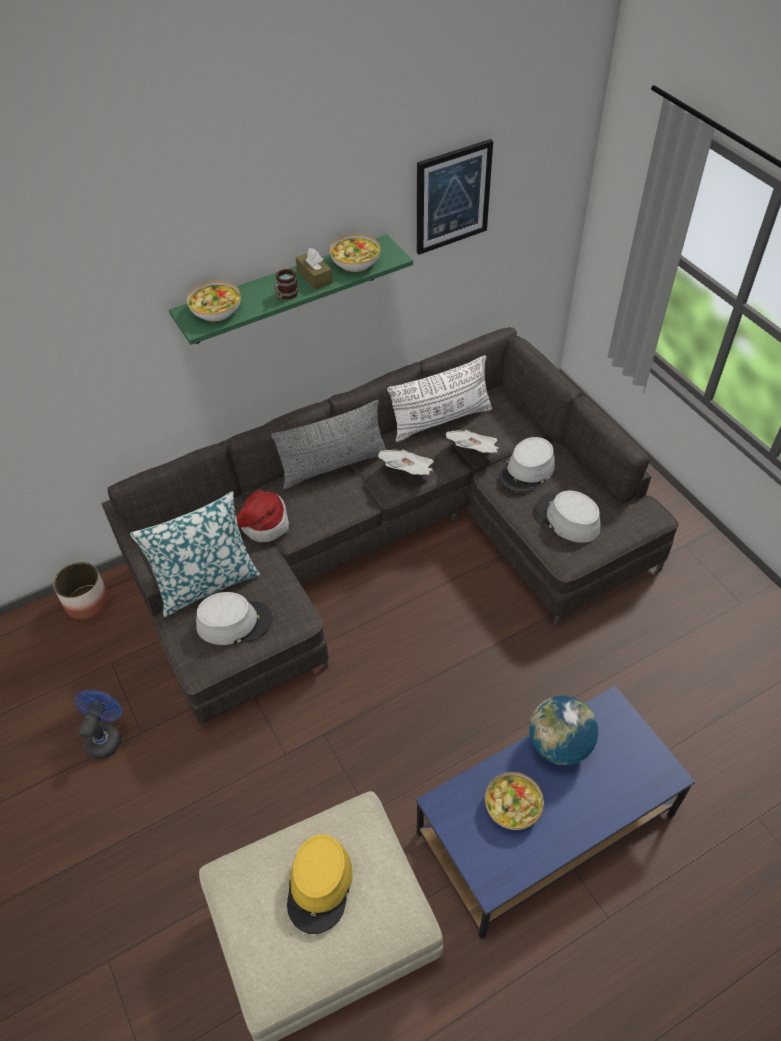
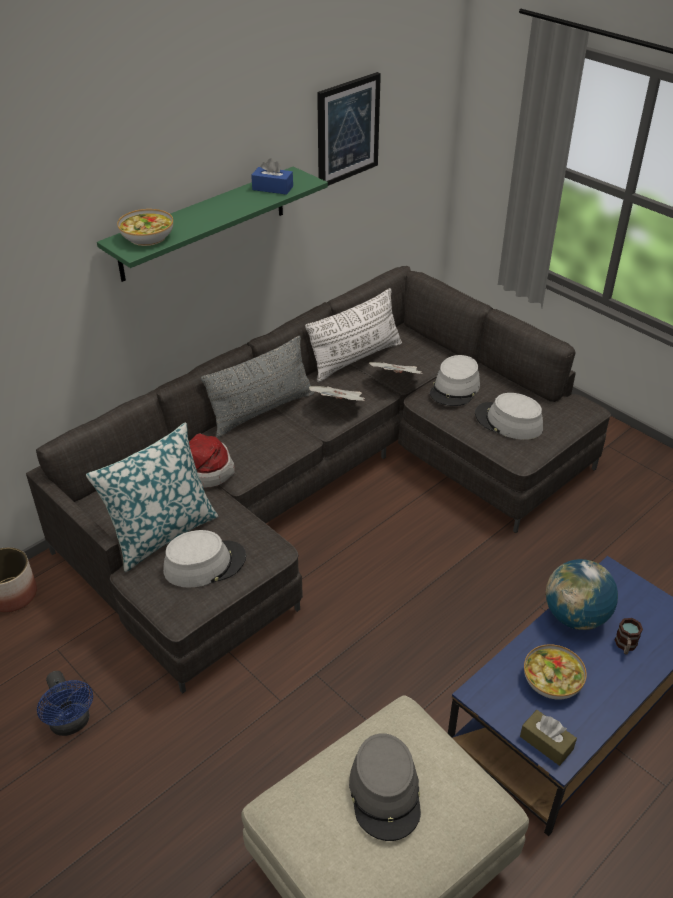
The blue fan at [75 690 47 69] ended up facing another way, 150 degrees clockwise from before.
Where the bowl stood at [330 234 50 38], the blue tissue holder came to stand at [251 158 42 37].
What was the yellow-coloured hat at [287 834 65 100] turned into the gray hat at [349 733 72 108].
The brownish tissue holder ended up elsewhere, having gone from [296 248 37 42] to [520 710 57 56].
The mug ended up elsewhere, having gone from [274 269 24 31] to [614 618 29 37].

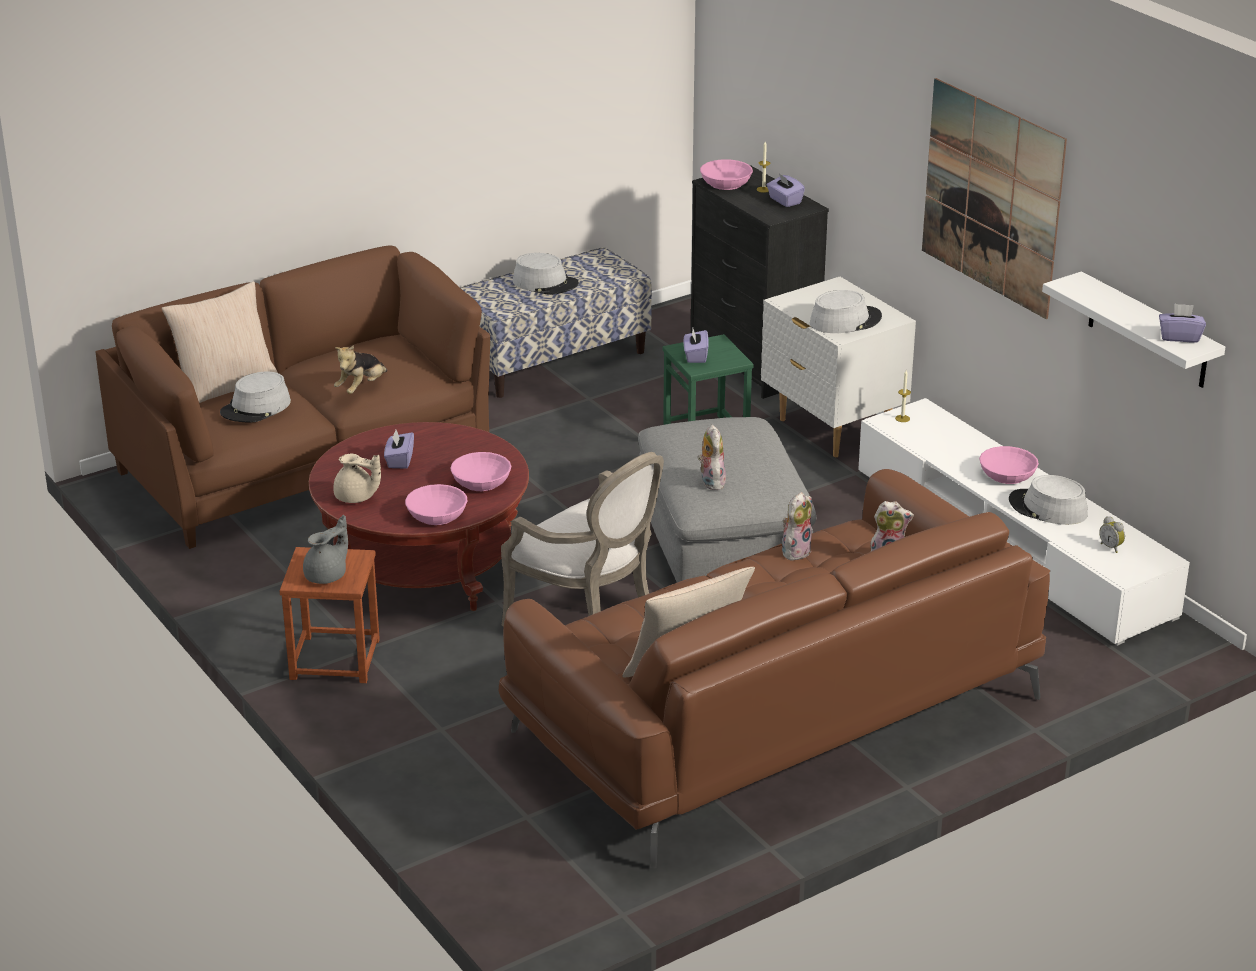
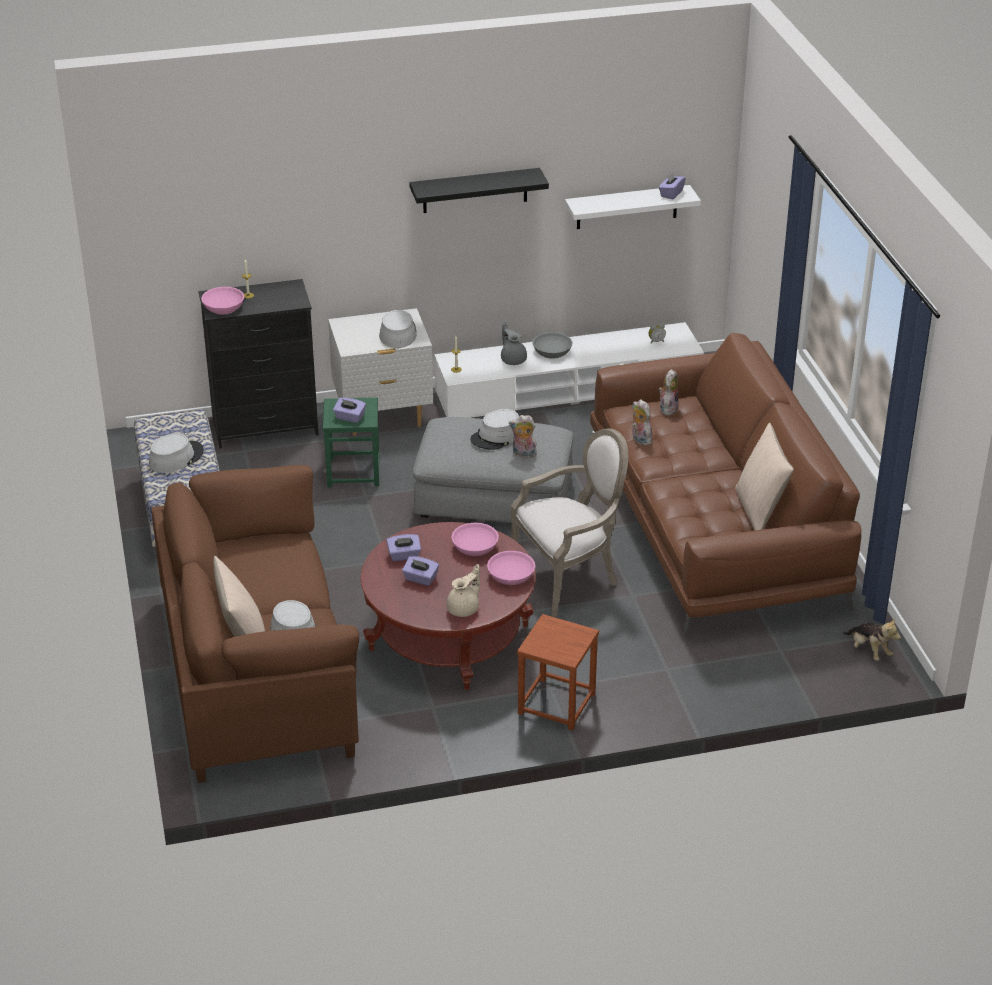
The purple tissue holder ended up elsewhere, having gone from [767 173 38 34] to [386 534 35 27].
Where the wall picture hung at [922 78 145 241], the black bracket shelf came to hang at [409 168 140 45].
The gray hat ended up elsewhere, having gone from [1009 475 79 50] to [470 409 49 41].
The gray pot for tea ended up elsewhere, having gone from [303 515 45 69] to [501 321 26 44].
What was the pink-coloured bowl at [979 446 60 38] turned into the gray bowl at [532 332 40 27].
The plush toy ended up elsewhere, having gone from [334 345 54 49] to [843 618 58 43].

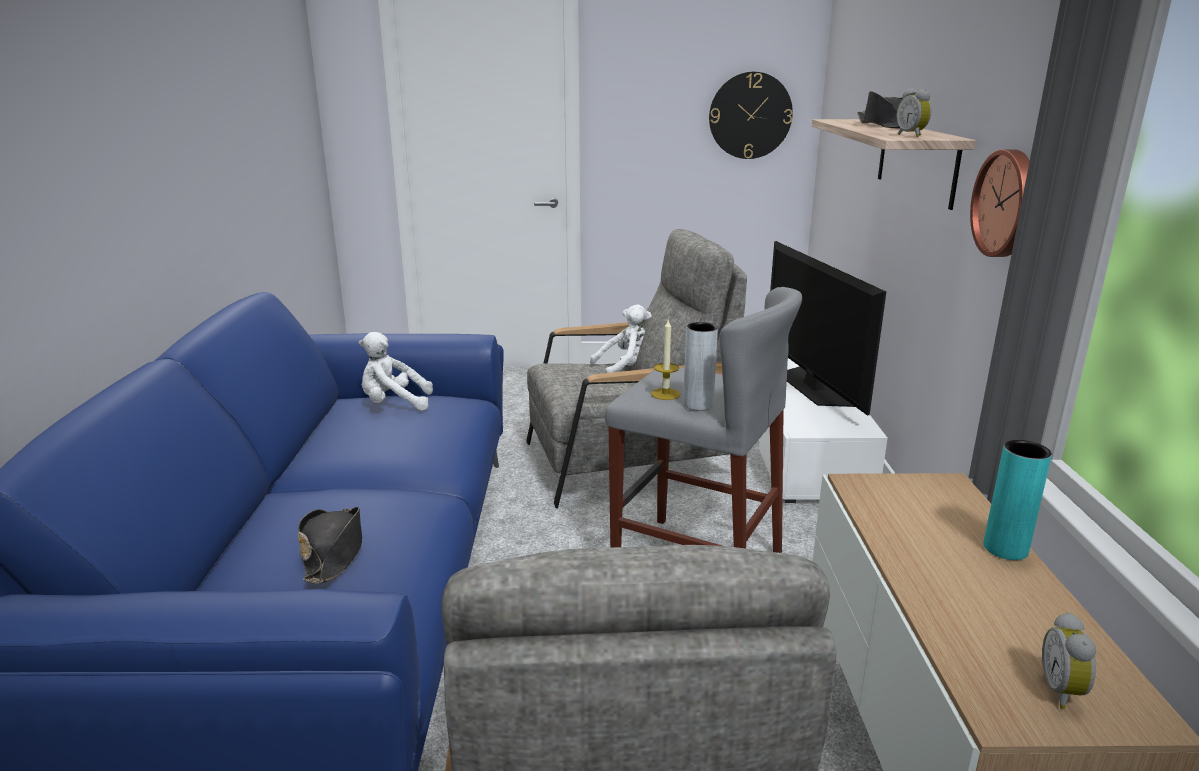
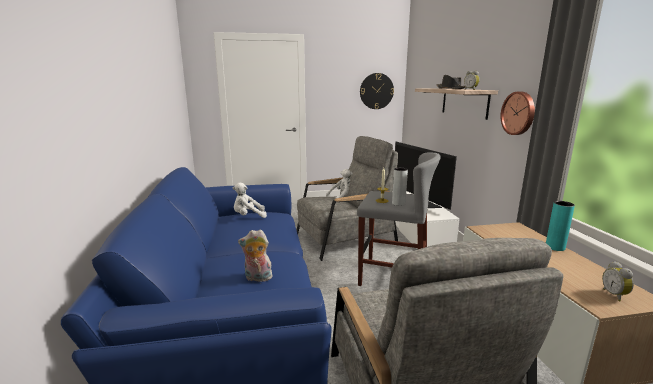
Where the black hat stood at [298 507 64 76], the plush toy came to stand at [238 230 35 52].

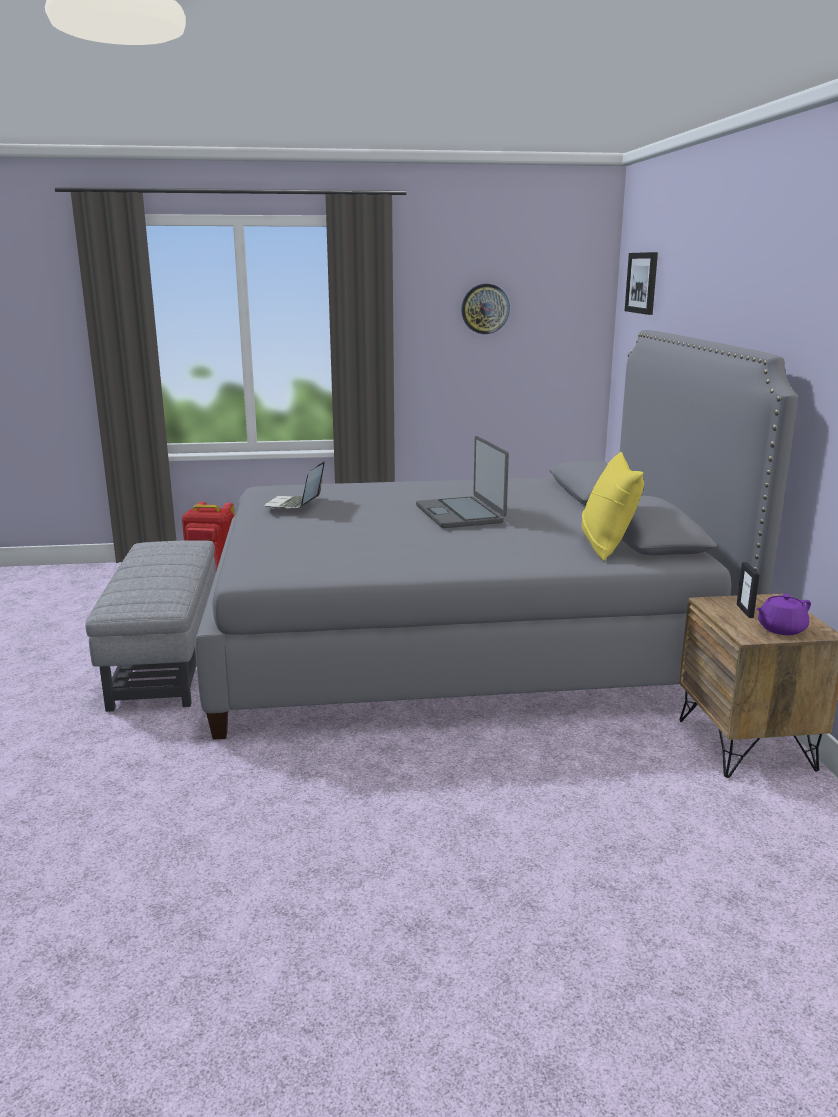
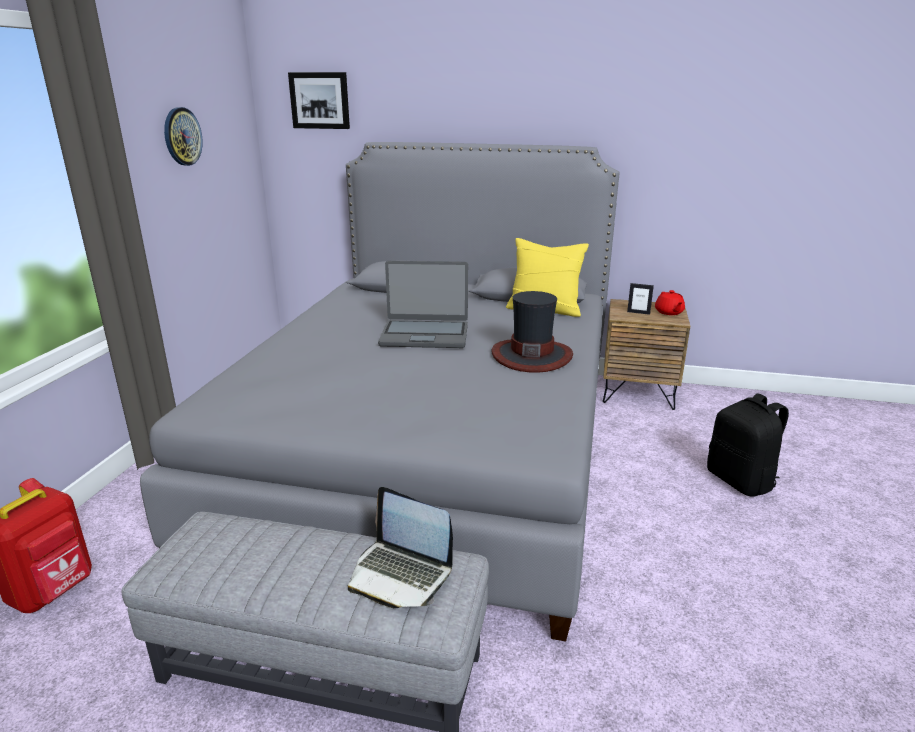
The notebook computer ended up elsewhere, having gone from [265 461 60 48] to [348 487 105 121].
The second view gained the hat at [492 291 81 82].
What was the purple pot for tea at [756 594 55 41] turned into the reddish pot for tea at [655 290 30 25].
The second view gained the black backpack at [707 393 82 104].

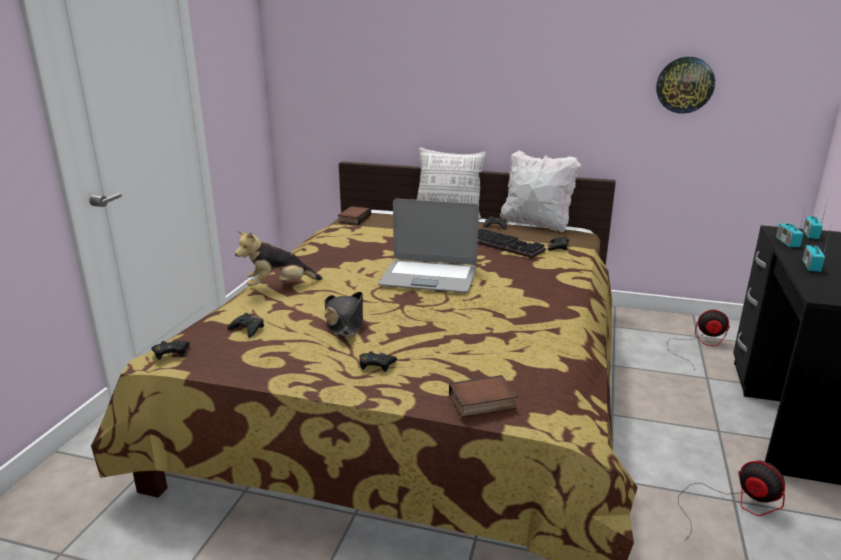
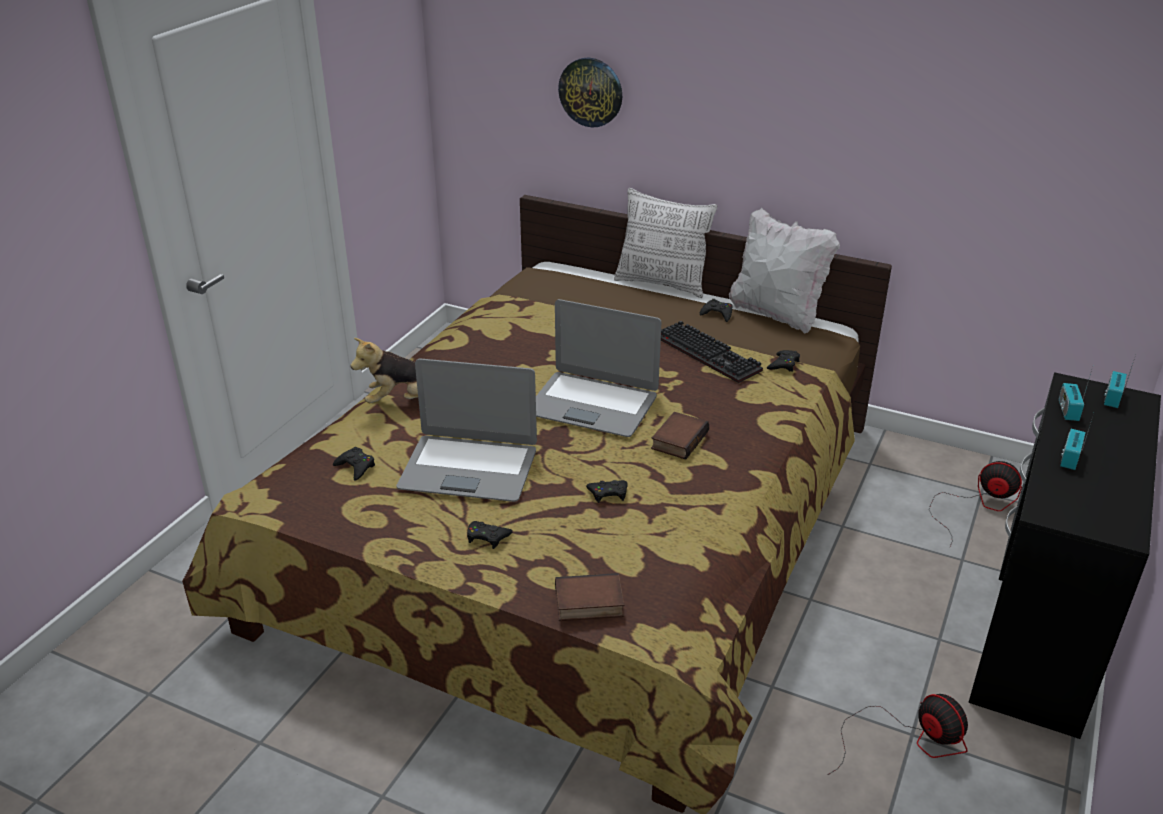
Where the black hat stood at [325 292 38 45], the notebook computer came to stand at [396 359 141 143].
The clock on the wall ended up elsewhere, having gone from [656 57 59 57] to [558 58 64 70].
The black gamepad ended up elsewhere, having gone from [151 340 39 20] to [586 480 42 23].
The volume ended up elsewhere, having gone from [338 206 33 19] to [651 412 58 48].

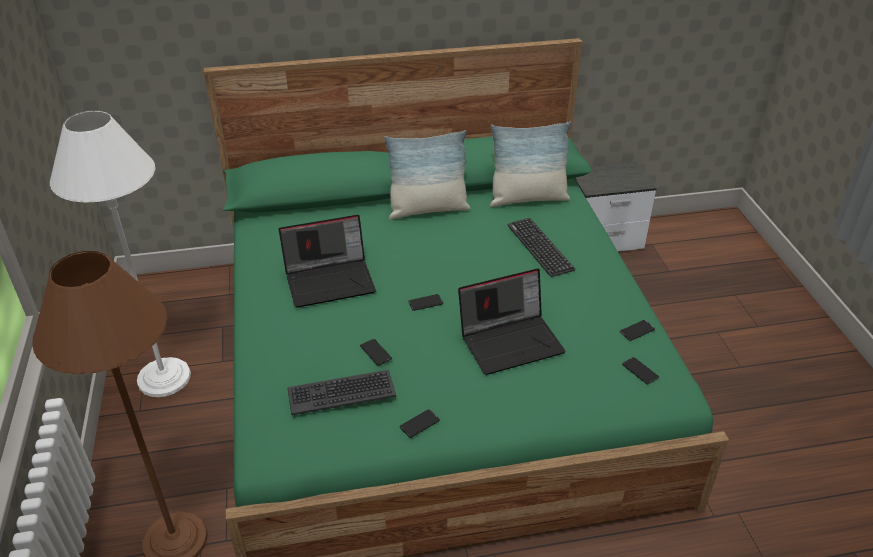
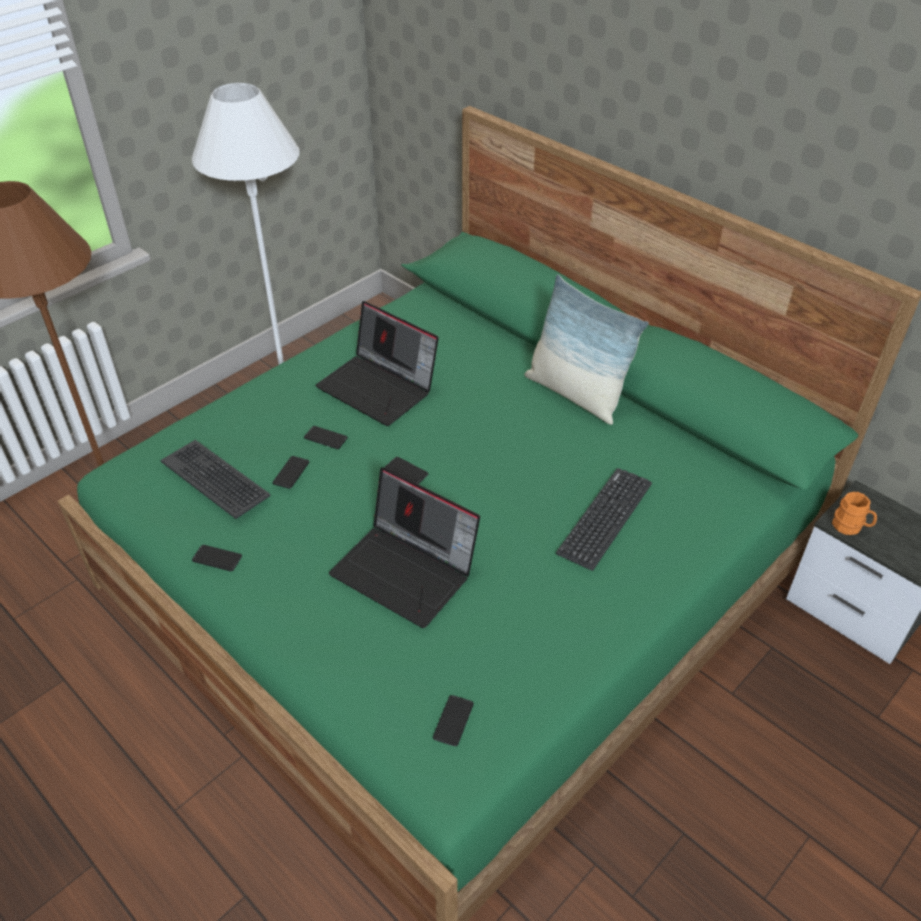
The handset ended up elsewhere, having gone from [620 320 35 21] to [304 426 44 23].
The second view gained the orangey mug at [832 492 45 43].
The second view lost the cushion at [490 122 81 85].

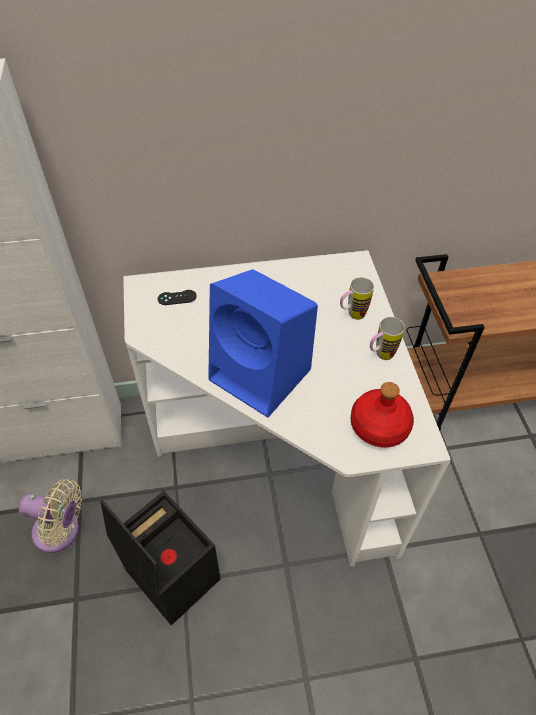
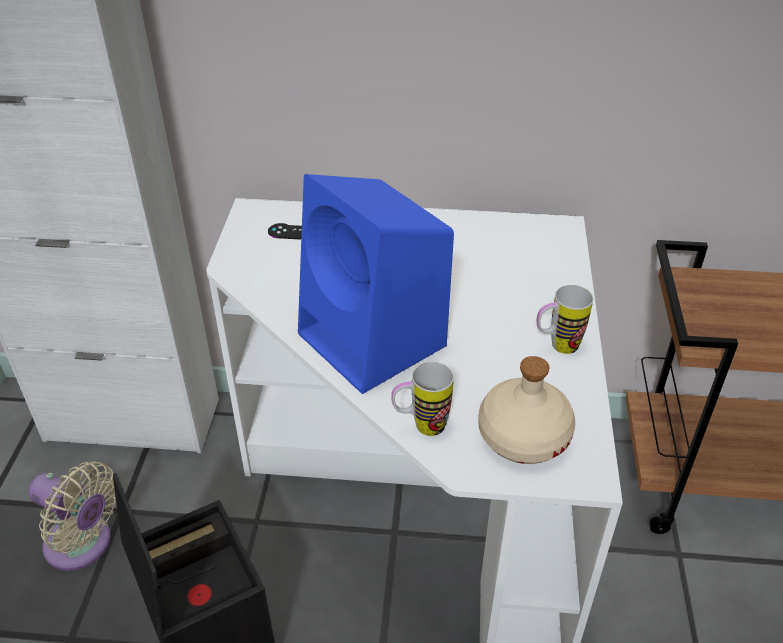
The mug ended up elsewhere, having gone from [340 277 34 43] to [391 362 63 74].
What was the reddish bottle at [351 382 63 65] turned into the sand-coloured bottle at [478 356 97 108].

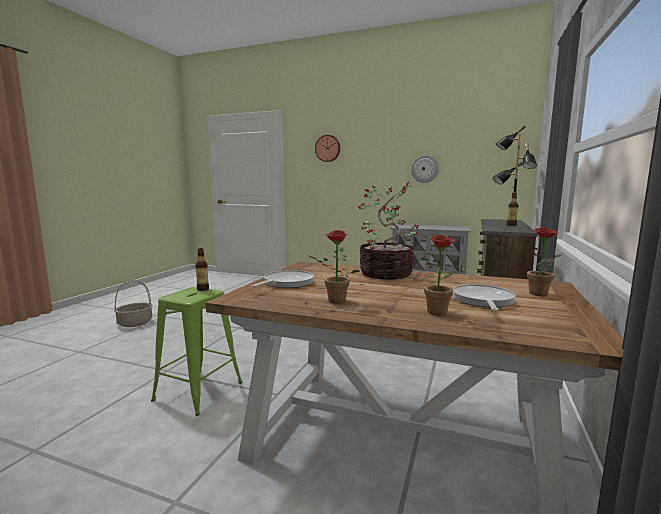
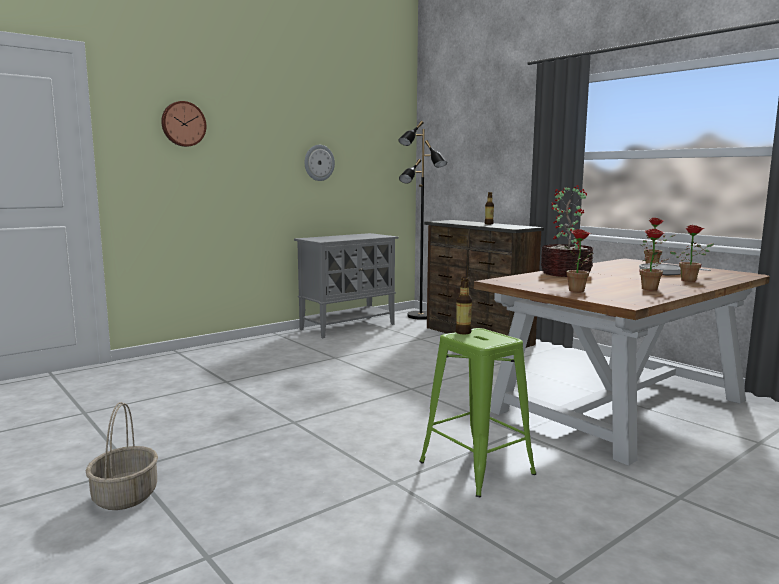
Where the skillet stood at [251 270 63 18], the plant in a pot came to stand at [565 229 29 63].

